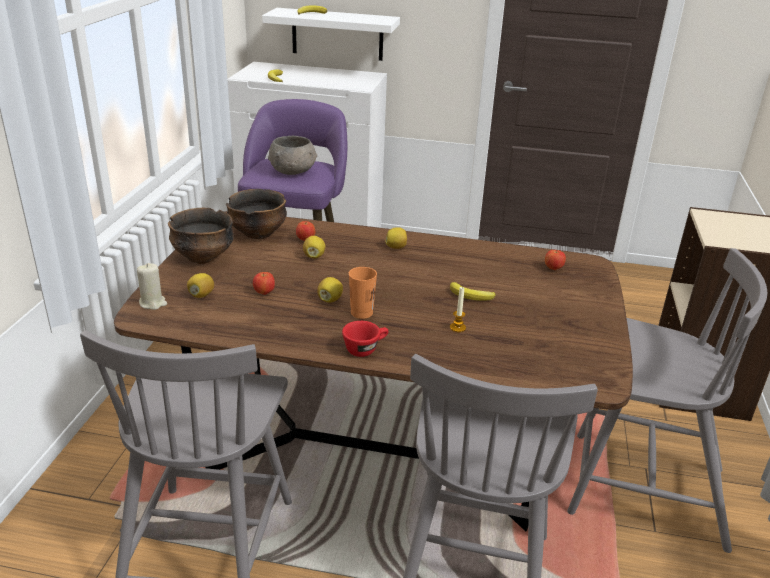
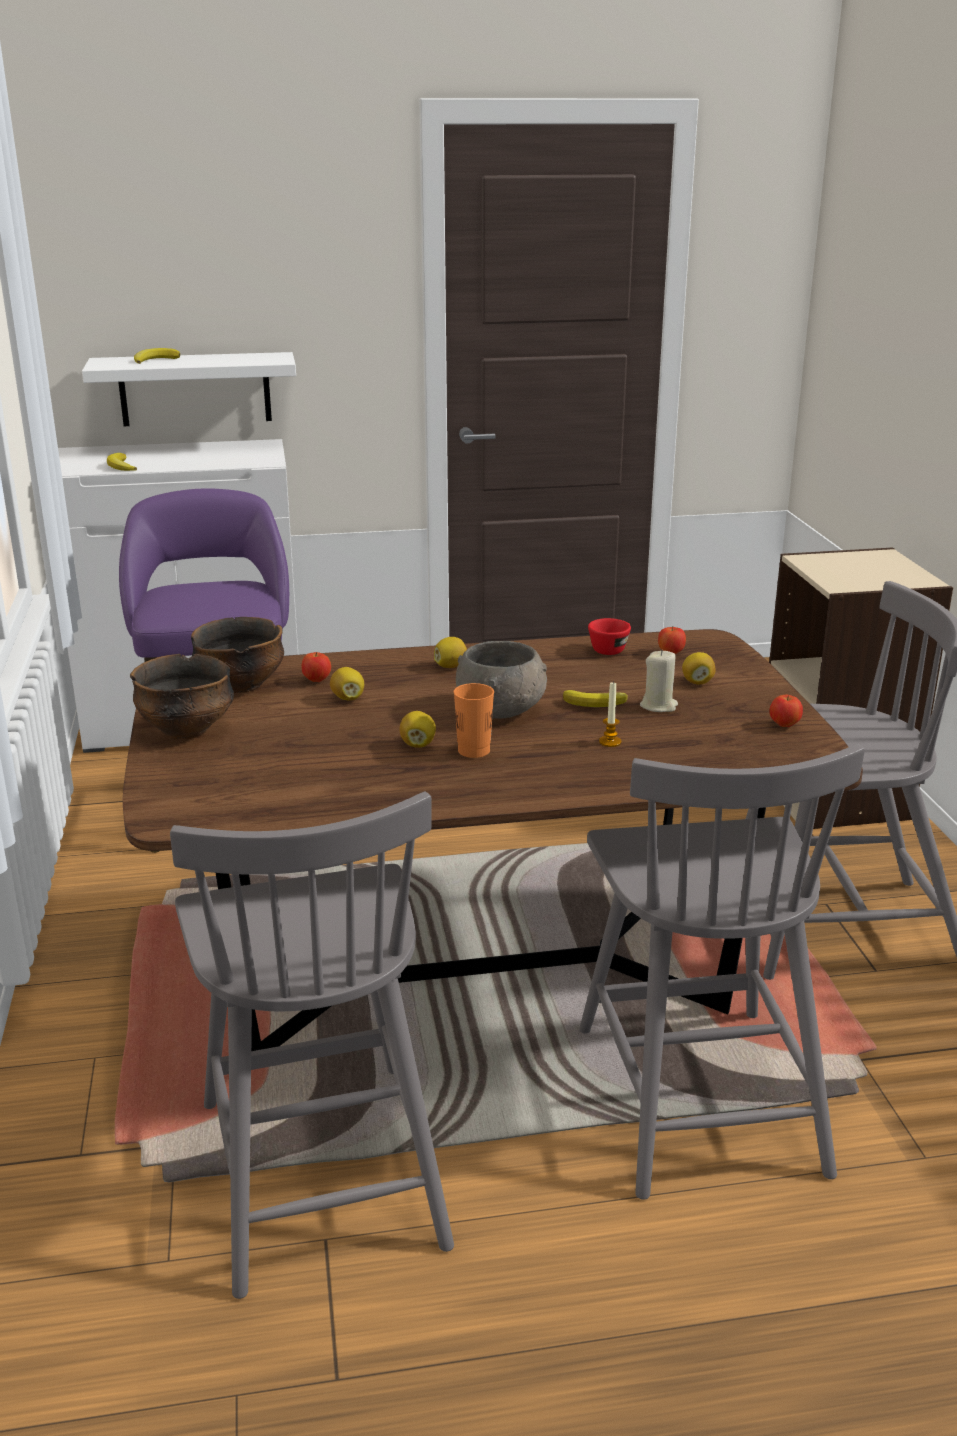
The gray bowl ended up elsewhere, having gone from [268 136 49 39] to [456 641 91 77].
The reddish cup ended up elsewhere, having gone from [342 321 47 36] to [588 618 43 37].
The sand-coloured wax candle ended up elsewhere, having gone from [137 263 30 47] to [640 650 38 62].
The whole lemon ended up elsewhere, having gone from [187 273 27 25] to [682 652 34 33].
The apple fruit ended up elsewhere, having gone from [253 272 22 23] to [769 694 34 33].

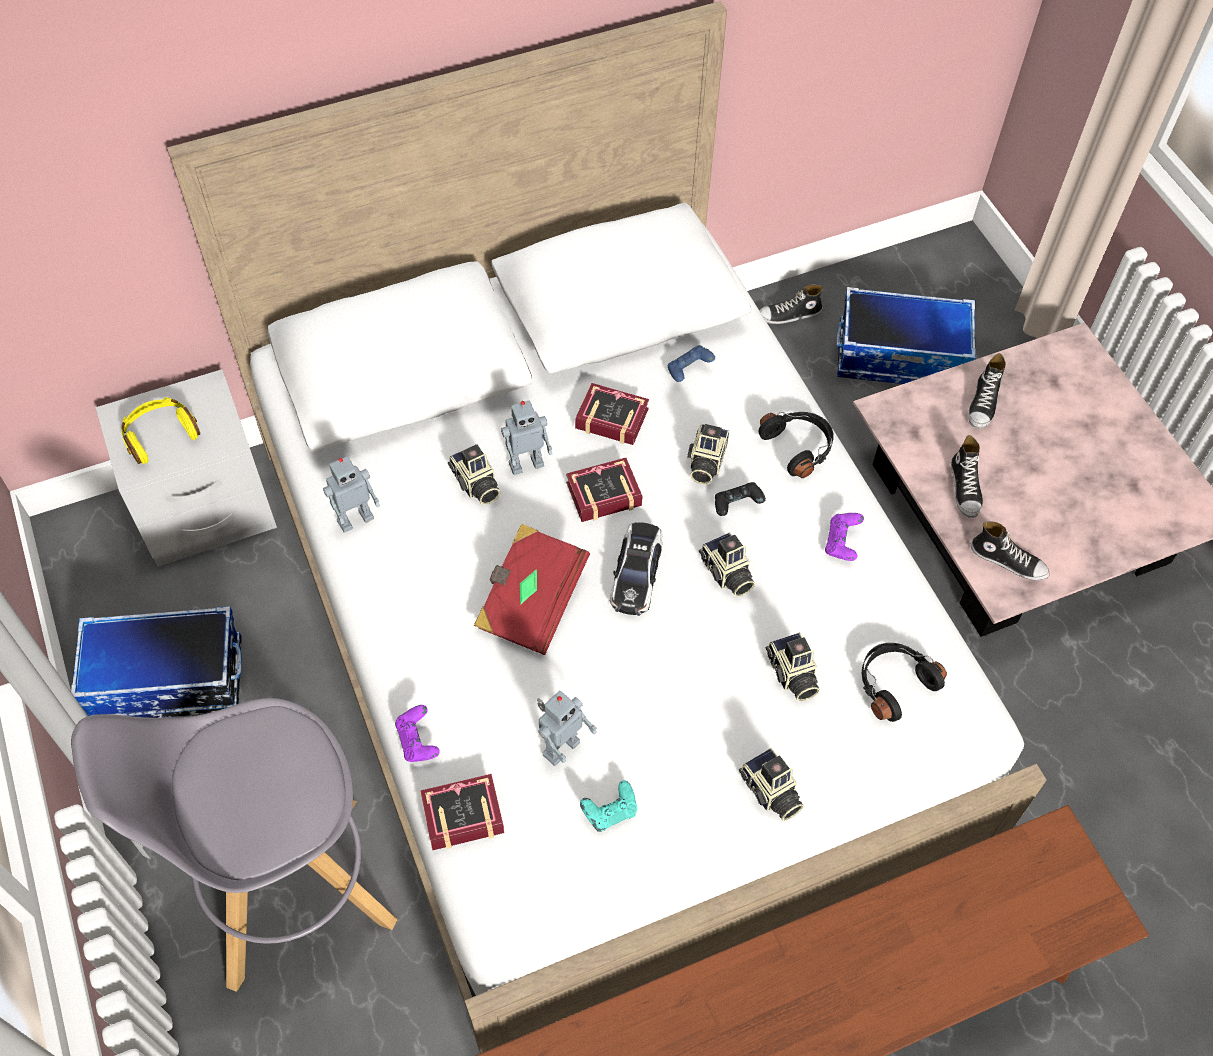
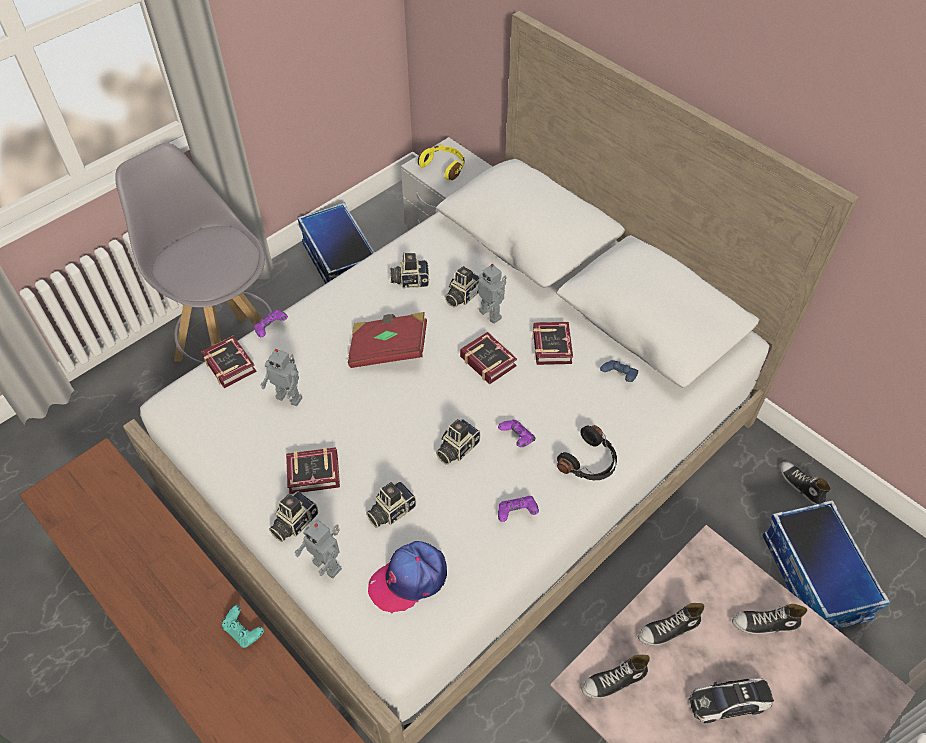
The turquoise gamepad ended up elsewhere, having gone from [580 780 57 52] to [222 605 42 43].
The second view gained the volume at [286 447 54 47].
The toy robot ended up elsewhere, having gone from [323 456 57 77] to [294 520 48 58].
Where the black headset stood at [862 643 85 79], the cap came to stand at [368 541 79 73].
The photo camera ended up elsewhere, having gone from [687 424 42 60] to [389 252 40 36].
What was the black gamepad at [715 482 51 34] turned into the purple gamepad at [498 420 37 27].
The item of footwear at [971 521 79 60] ended up facing another way, 60 degrees clockwise from before.
The model car ended up elsewhere, having gone from [610 522 53 94] to [689 678 85 45].

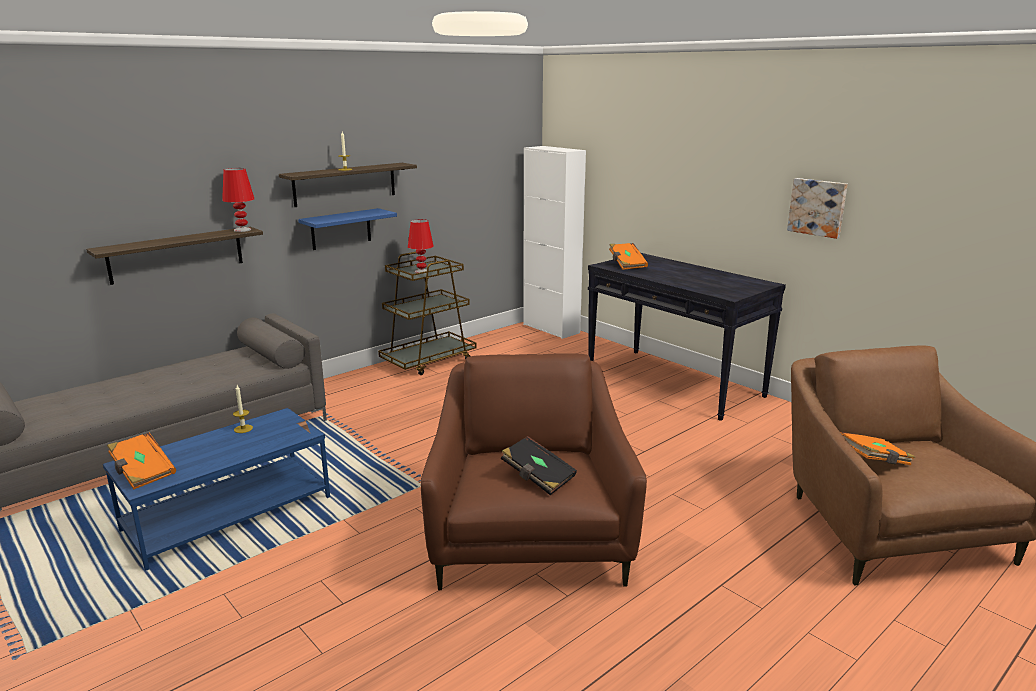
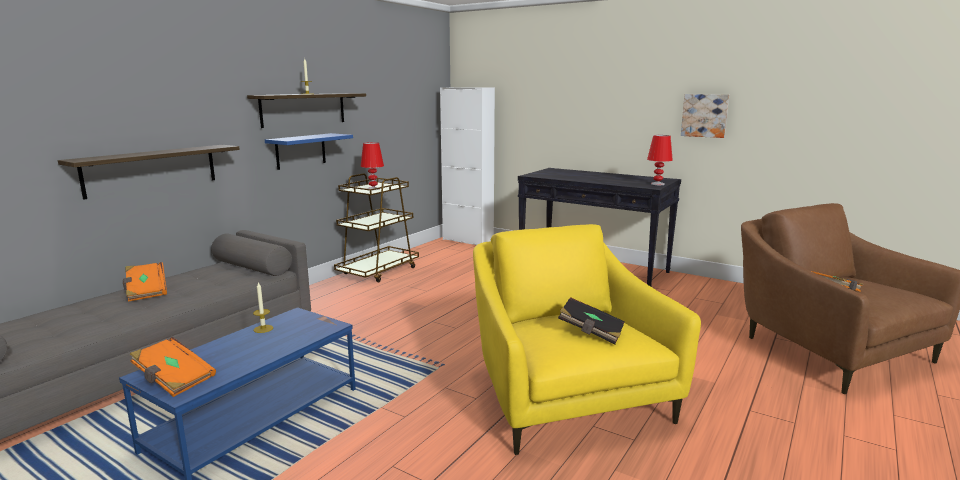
The orangey volume ended up elsewhere, having gone from [609 243 39 27] to [123 262 44 40].
What was the brownish easy chair at [421 353 226 237] turned into the yellow-coloured easy chair at [473 224 228 231].
The reddish table lamp ended up elsewhere, having gone from [222 168 32 64] to [647 135 26 50].

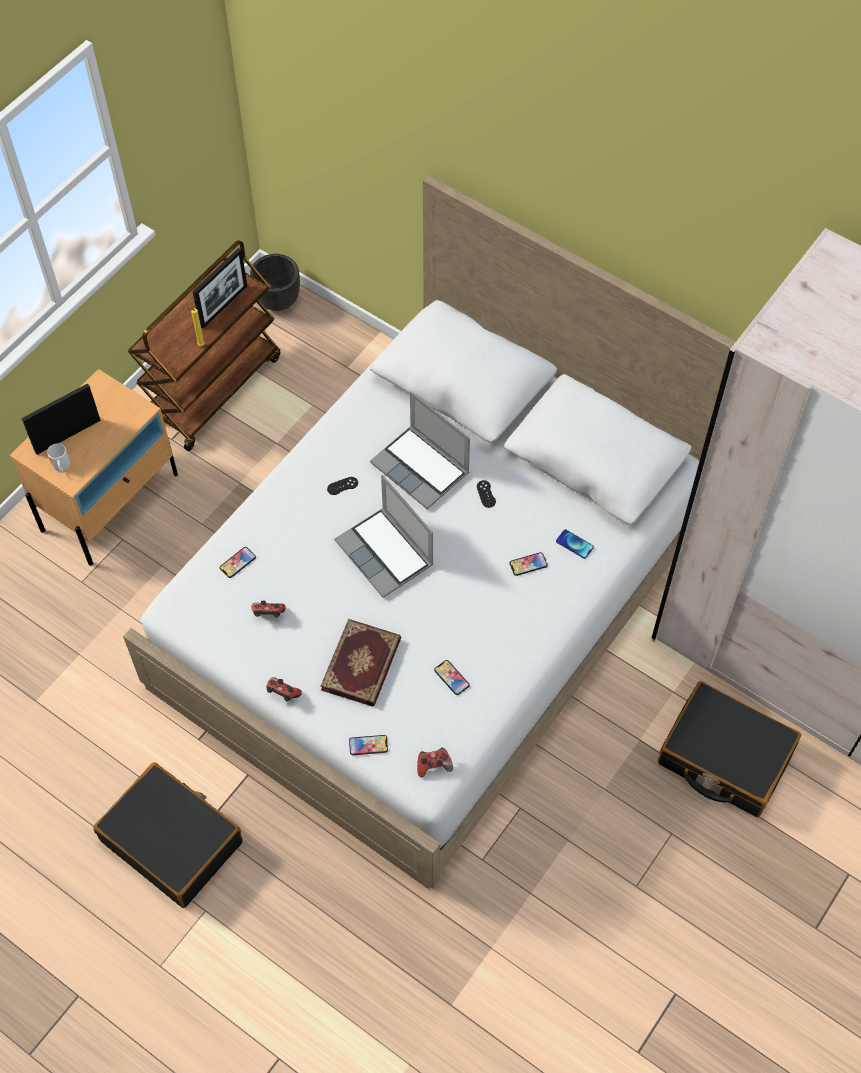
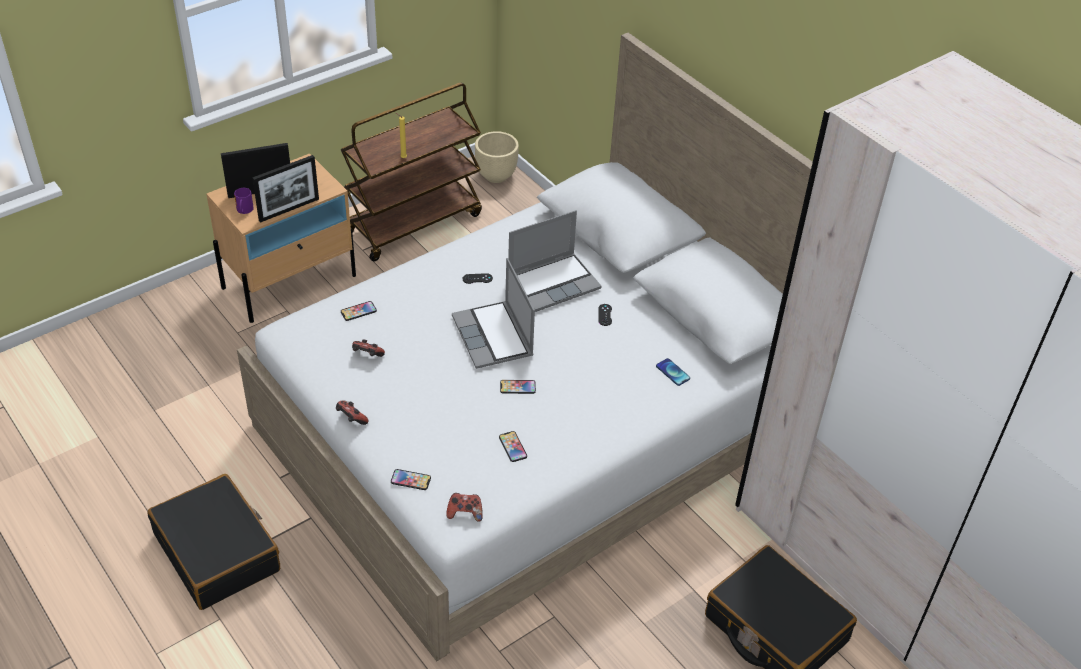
What was the white mug at [47 443 23 30] turned into the purple mug at [234 188 20 26].
The picture frame ended up elsewhere, having gone from [193 248 54 81] to [252 155 67 67].
What was the black planter at [250 254 50 57] turned into the sand-coloured planter at [475 131 44 52].
The handset ended up elsewhere, having gone from [510 552 37 24] to [500 380 36 14].
The notebook computer at [370 391 100 118] ended up facing another way, 90 degrees counterclockwise from before.
The second view lost the volume at [320 619 81 88].

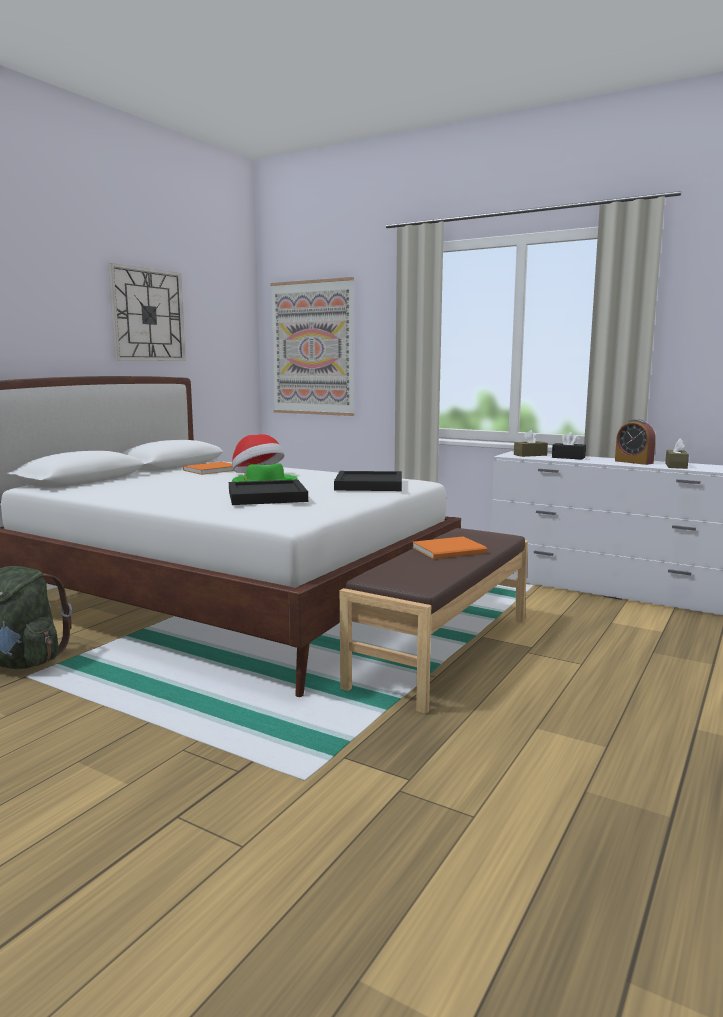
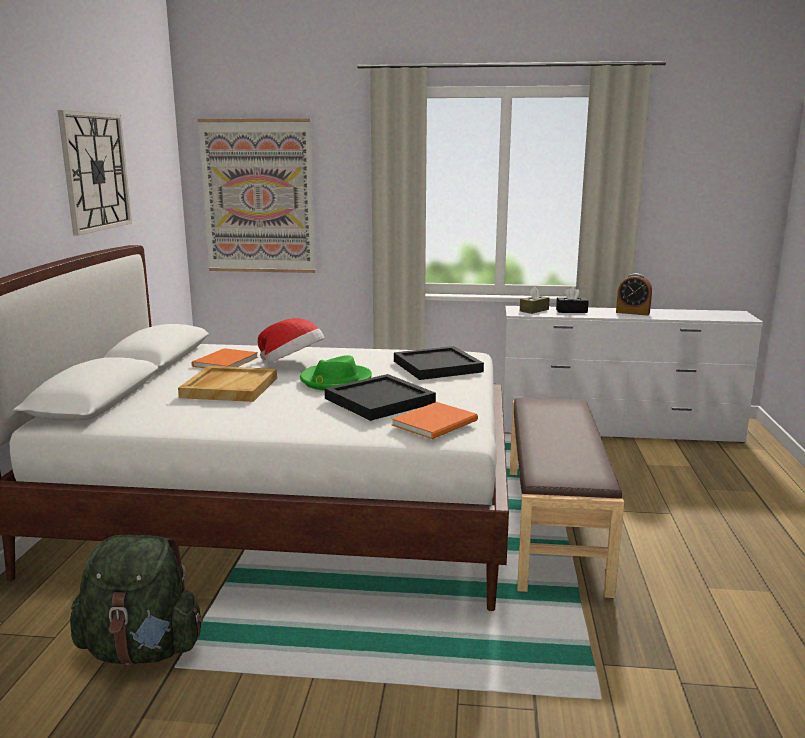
The second view gained the sand-coloured serving tray at [178 366 99 36].
The orangey volume ended up elsewhere, having gone from [412 537 75 22] to [391 402 87 37].
The second view lost the brownish tissue holder at [665 438 24 31].

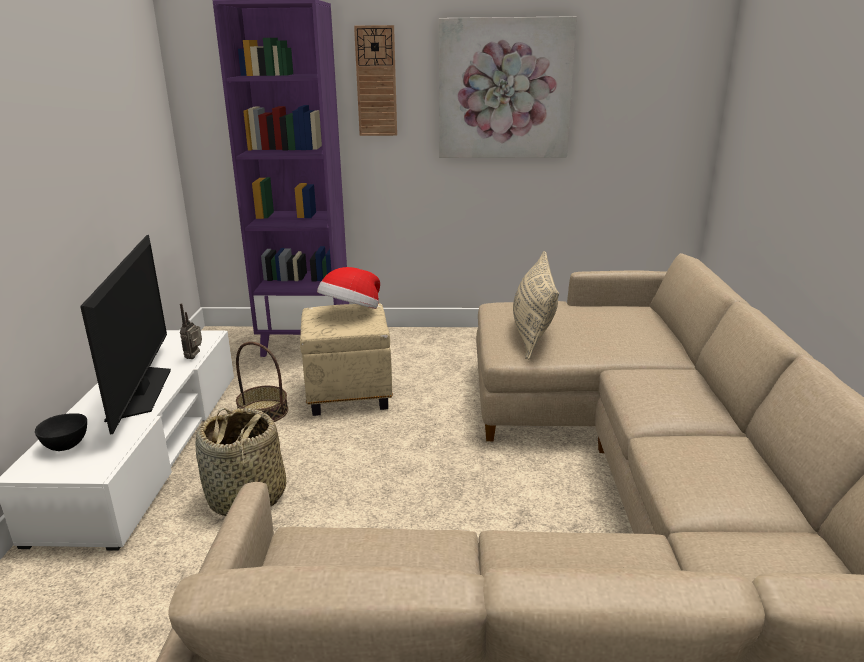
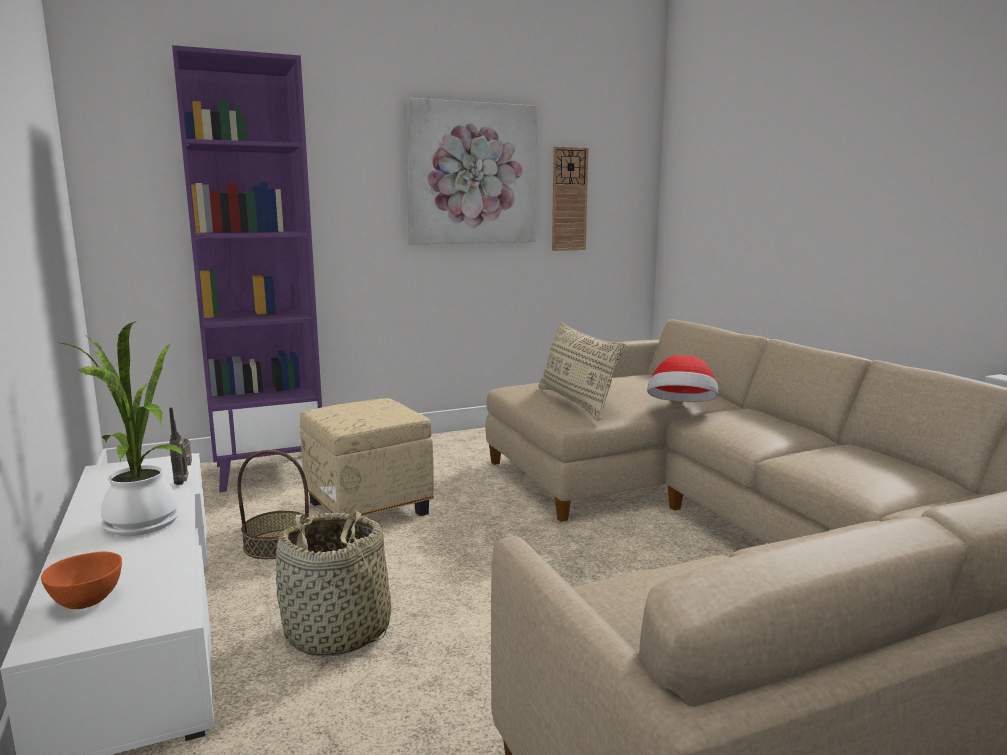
What was the black bowl at [35 413 52 38] turned into the orangey bowl at [41 551 81 58].
Where the television stood at [80 235 91 199], the plant in a pot came to stand at [57 321 127 215].
The clock on the wall ended up elsewhere, having gone from [354 25 43 111] to [552 147 36 104].
The hat ended up elsewhere, having gone from [317 267 63 42] to [647 355 72 47].

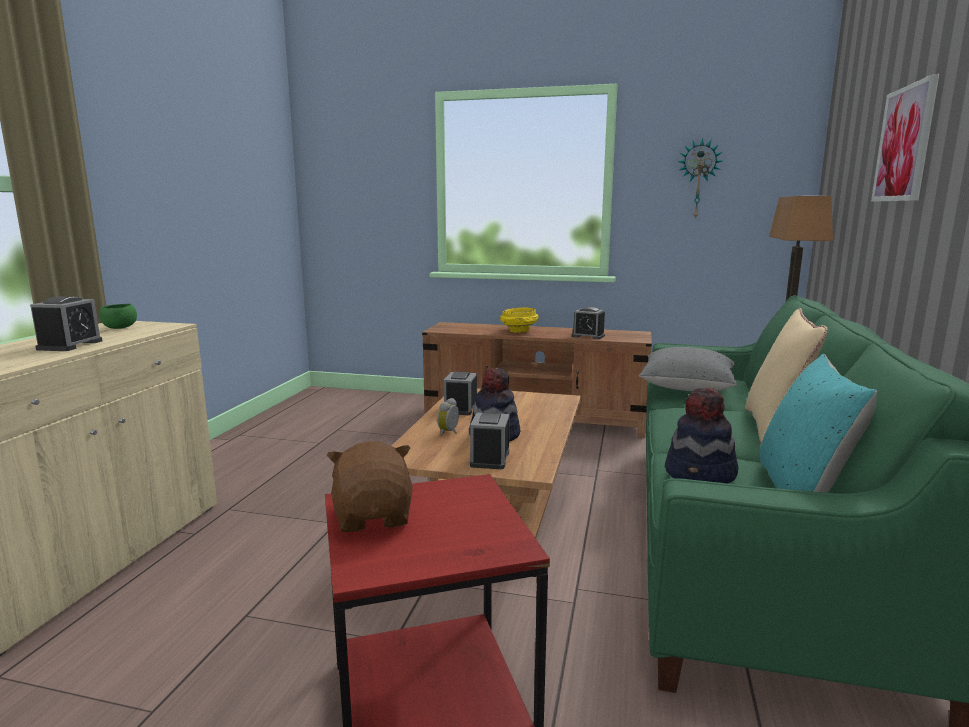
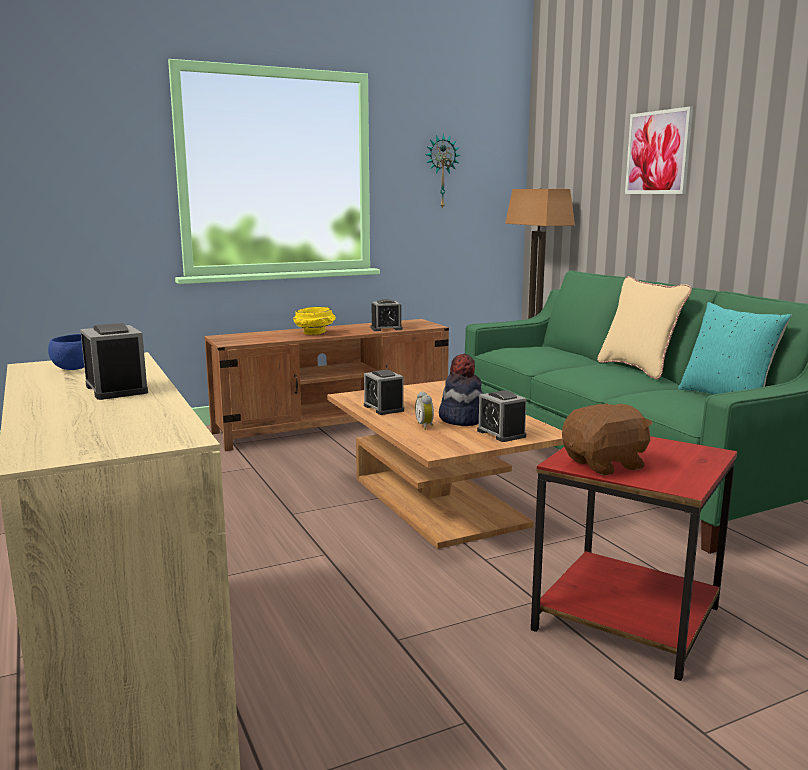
What was the green bowl at [100 304 37 25] turned into the blue bowl at [48 334 36 36].
The brownish plush toy at [327 441 86 91] ended up facing another way, 120 degrees clockwise from before.
The second view lost the gray cushion at [639 347 99 44].
The second view lost the hat at [665 388 74 95].

